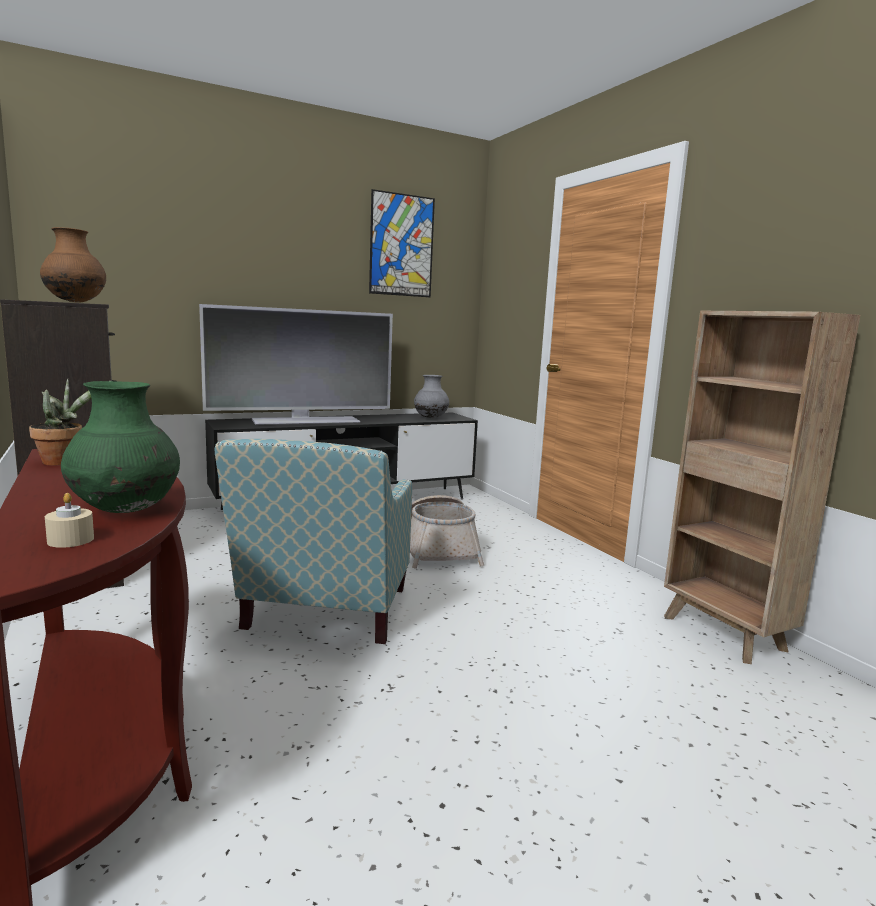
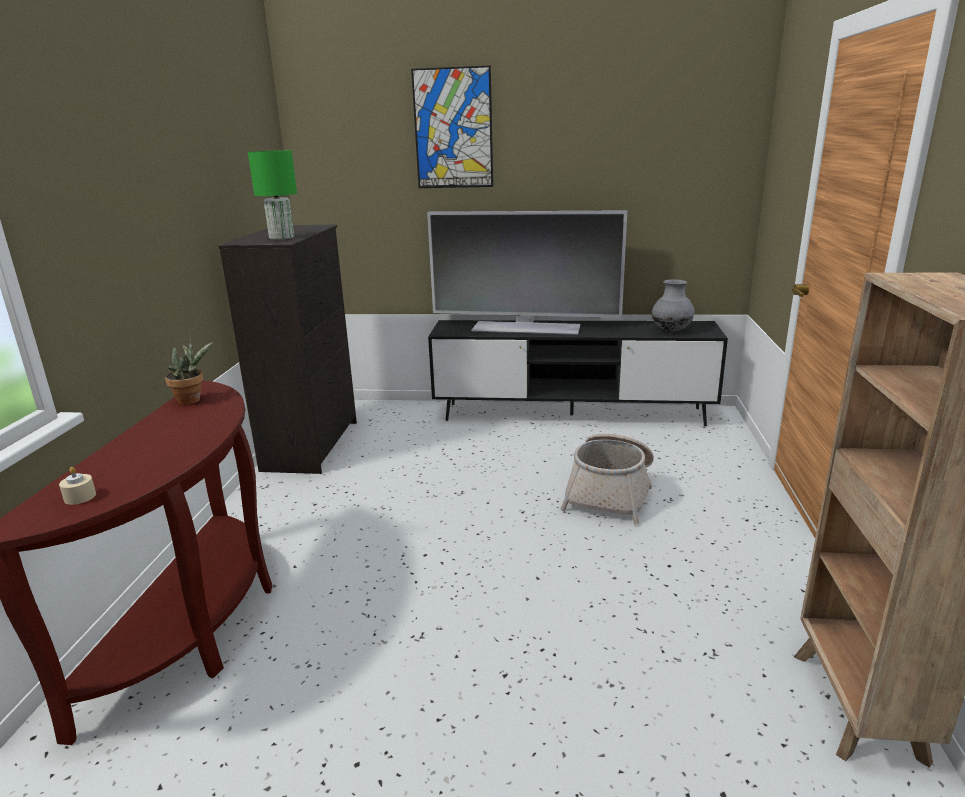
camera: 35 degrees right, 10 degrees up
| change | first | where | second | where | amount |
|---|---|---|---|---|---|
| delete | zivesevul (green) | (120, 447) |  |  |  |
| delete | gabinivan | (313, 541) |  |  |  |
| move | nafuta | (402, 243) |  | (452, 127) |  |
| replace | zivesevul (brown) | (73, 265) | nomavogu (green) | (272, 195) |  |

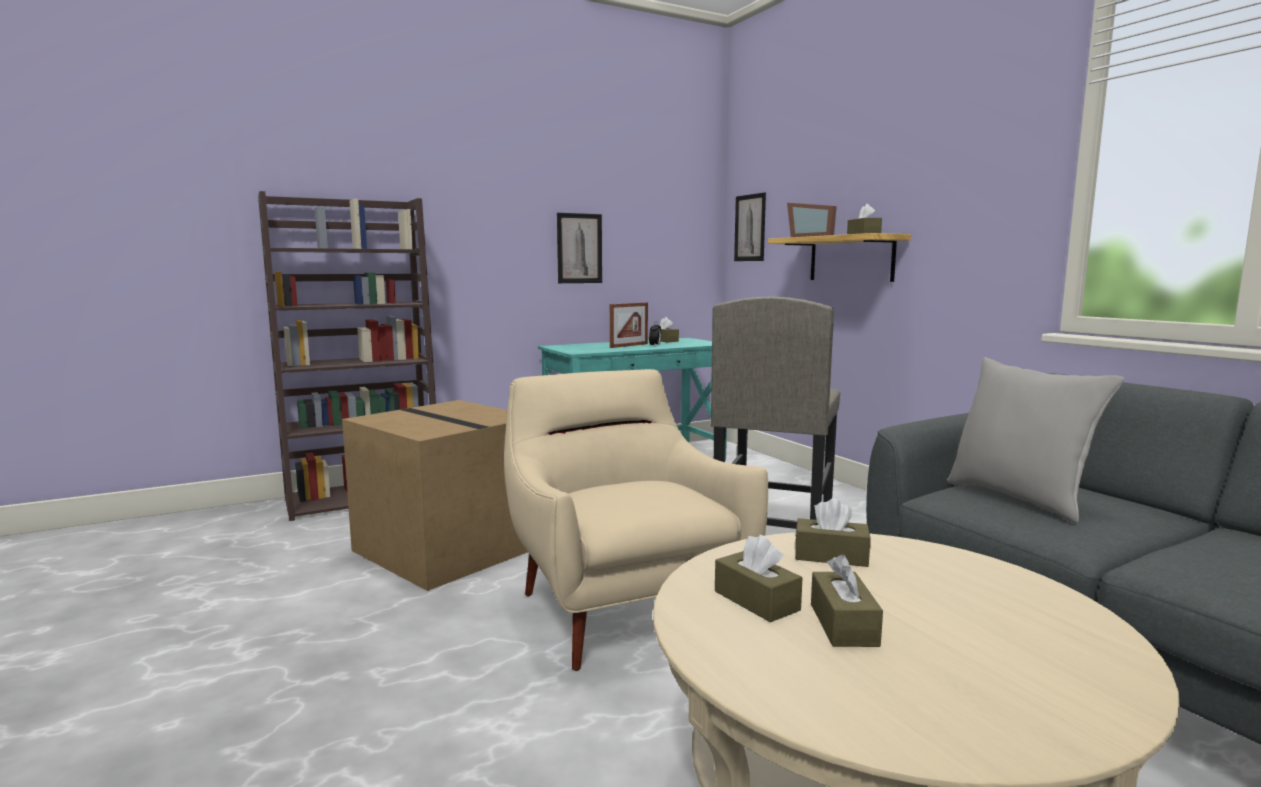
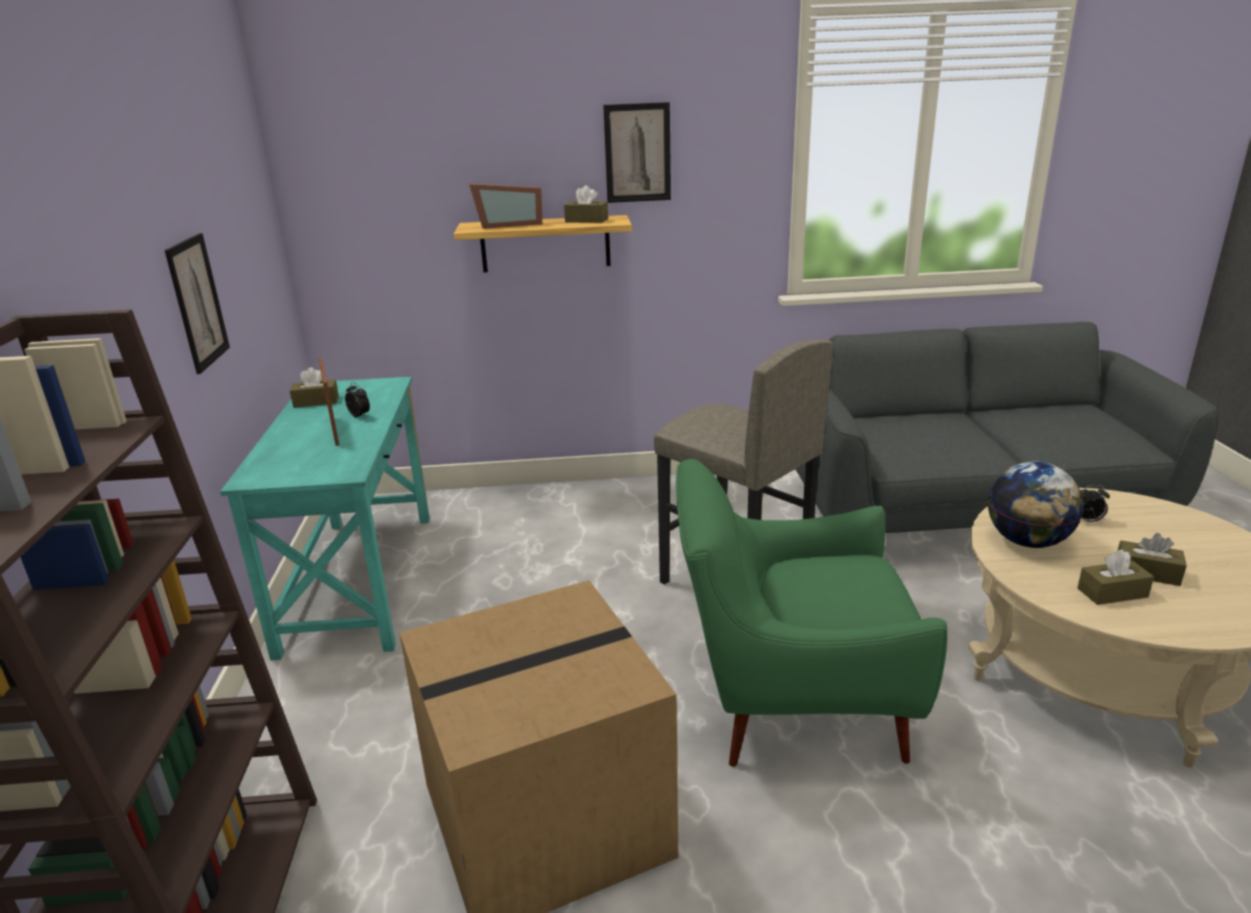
camera: 65 degrees left, 15 degrees up
| change | first | where | second | where | amount |
|---|---|---|---|---|---|
| delete | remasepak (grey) | (1035, 440) |  |  |  |
| insert |  |  | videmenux | (1095, 503) |  |
| move | nafuta | (750, 226) |  | (637, 152) |  |
| replace | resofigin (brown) | (833, 532) | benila | (1035, 505) |  |
| recolor | gabinivan (beige) | (636, 520) | gabinivan (green) | (812, 613) |  |

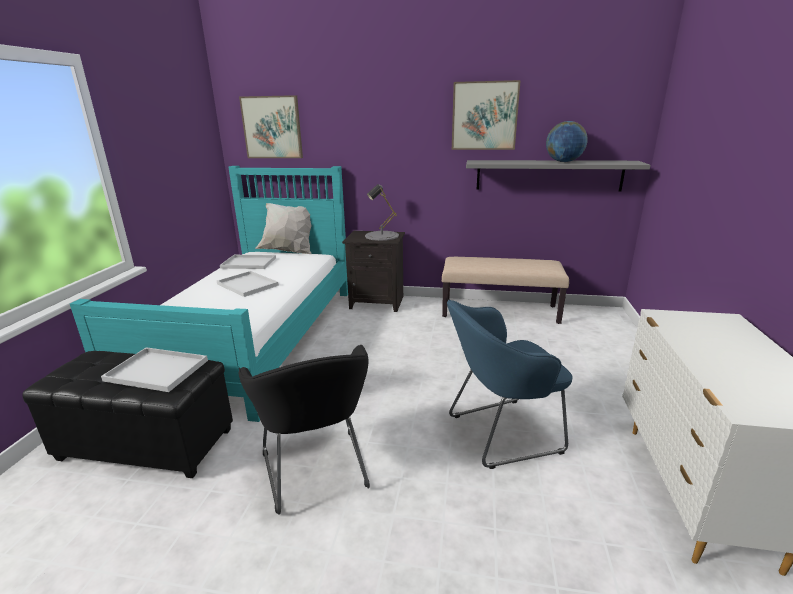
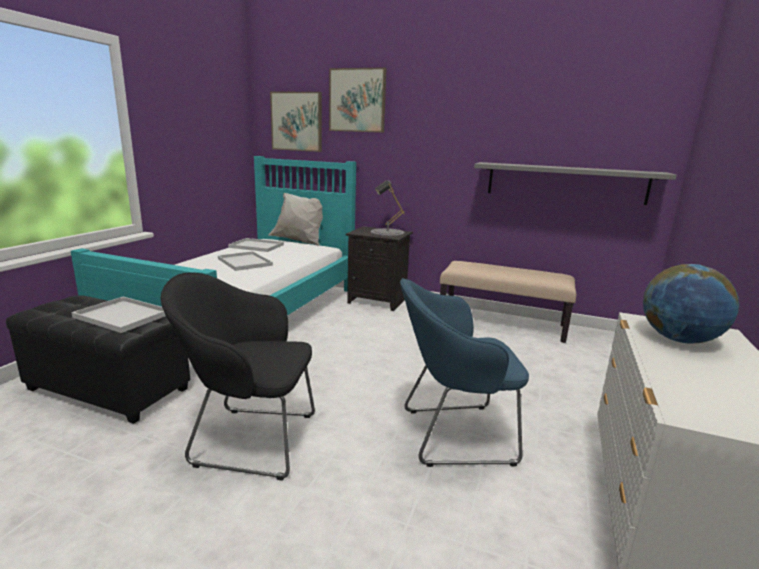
camera: 10 degrees right, 5 degrees down
| change | first | where | second | where | amount |
|---|---|---|---|---|---|
| move | nafuta | (486, 115) |  | (358, 100) |  |
| move | benila | (567, 141) |  | (691, 304) |  |
| rotate | gabinivan (black) | (304, 430) |  | (238, 376) | 105 degrees clockwise |

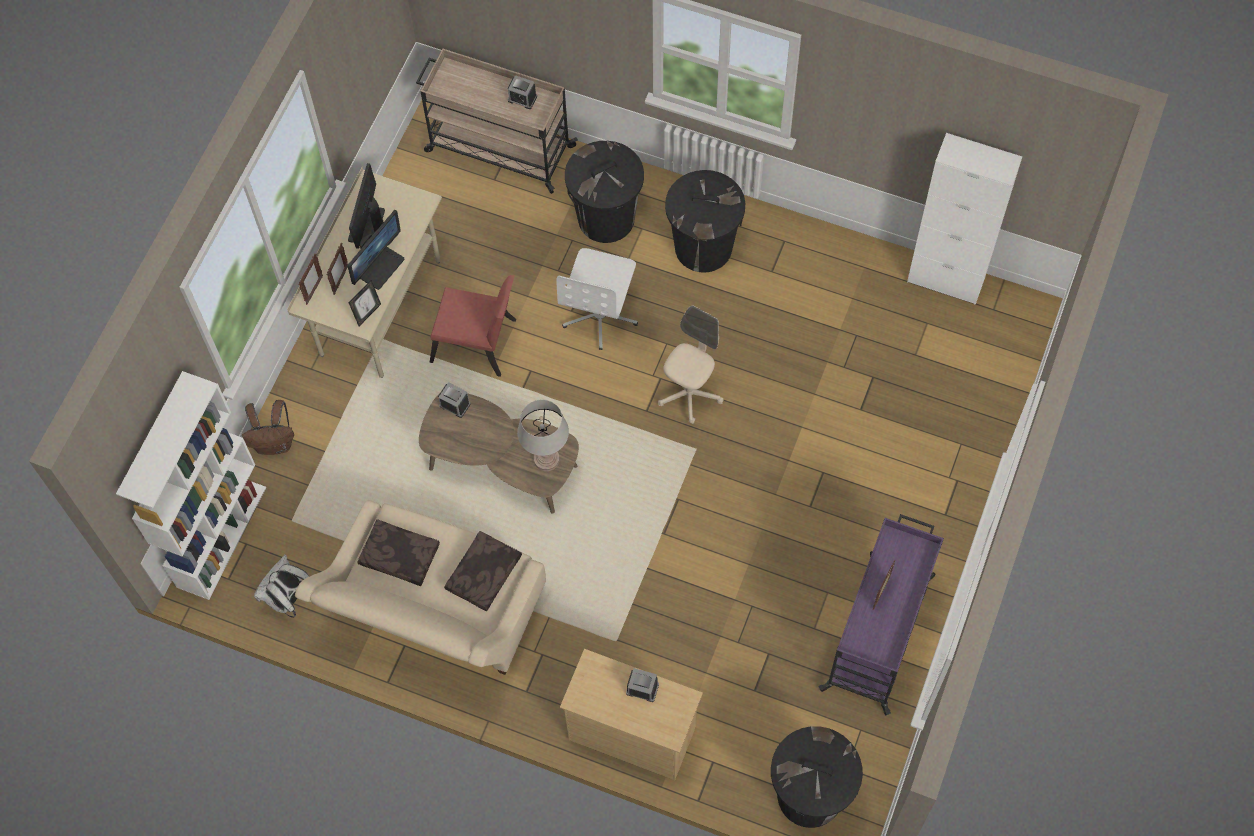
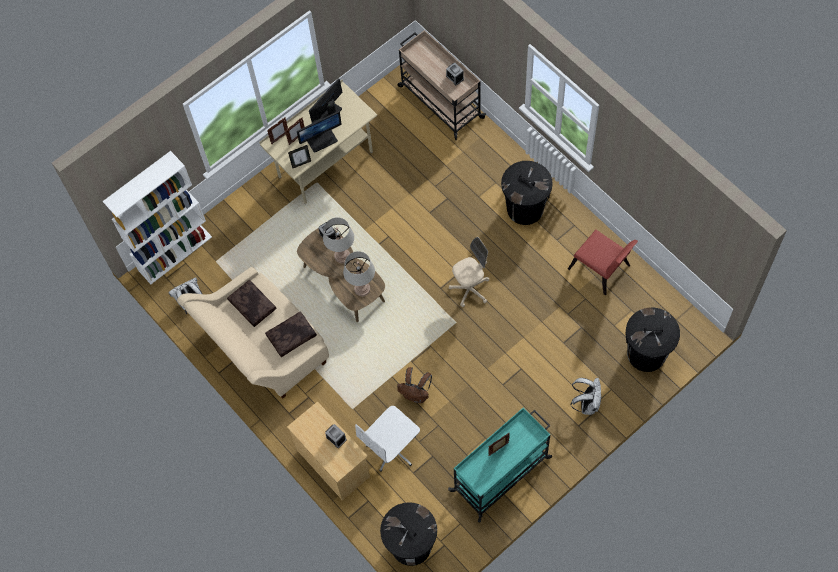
camera: 30 degrees right, 0 degrees up
| change | first | where | second | where | amount |
|---|---|---|---|---|---|
| delete | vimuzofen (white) | (964, 219) |  |  |  |
| insert |  |  | nomavogu (grey) | (338, 240) |  |
| insert |  |  | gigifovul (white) | (586, 396) |  |
| move | gigifovul (brown) | (268, 427) |  | (414, 385) |  |
| move | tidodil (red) | (473, 326) |  | (603, 262) |  |
| move | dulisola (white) | (597, 299) |  | (387, 439) |  |
| move | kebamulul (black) | (604, 192) |  | (652, 339) |  |
| recolor | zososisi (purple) | (881, 614) | zososisi (turquoise) | (500, 465) |  |

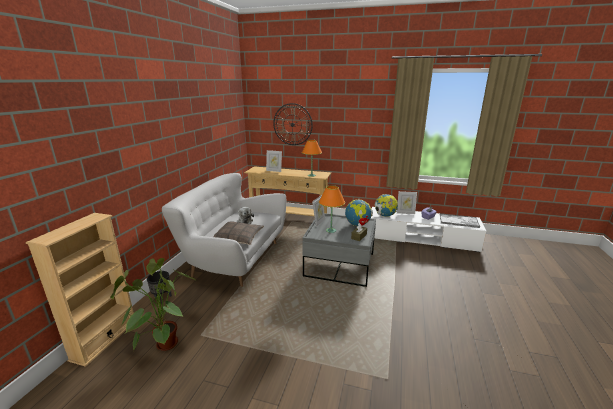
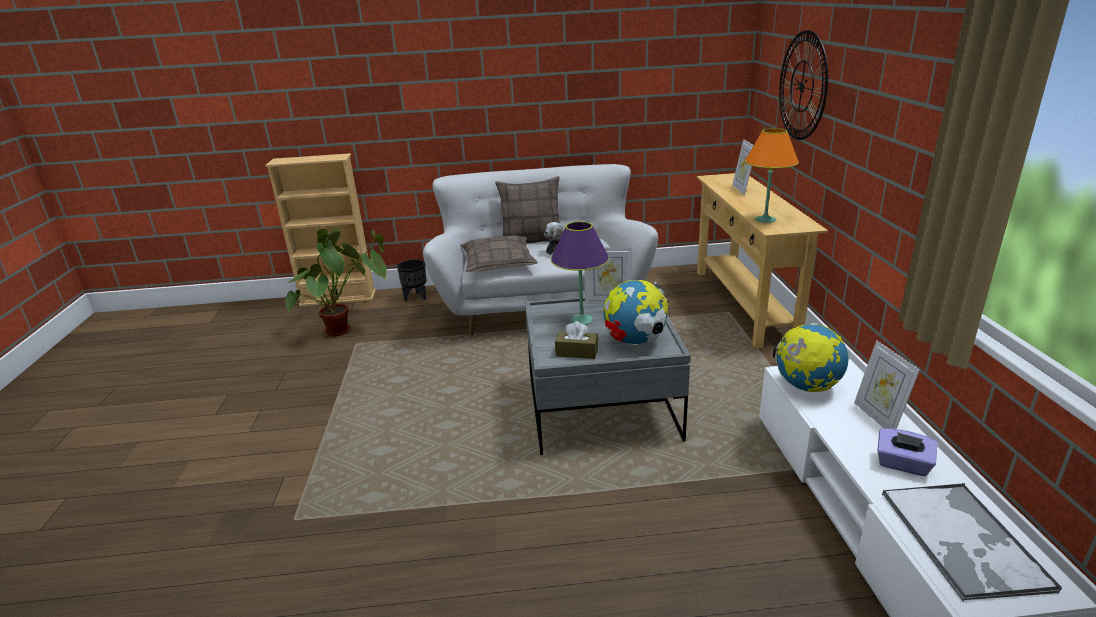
camera: 70 degrees right, 5 degrees up
| change | first | where | second | where | amount |
|---|---|---|---|---|---|
| insert |  |  | remasepak | (527, 209) |  |
| recolor | nomavogu (orange) | (332, 209) | nomavogu (purple) | (580, 273) |  |

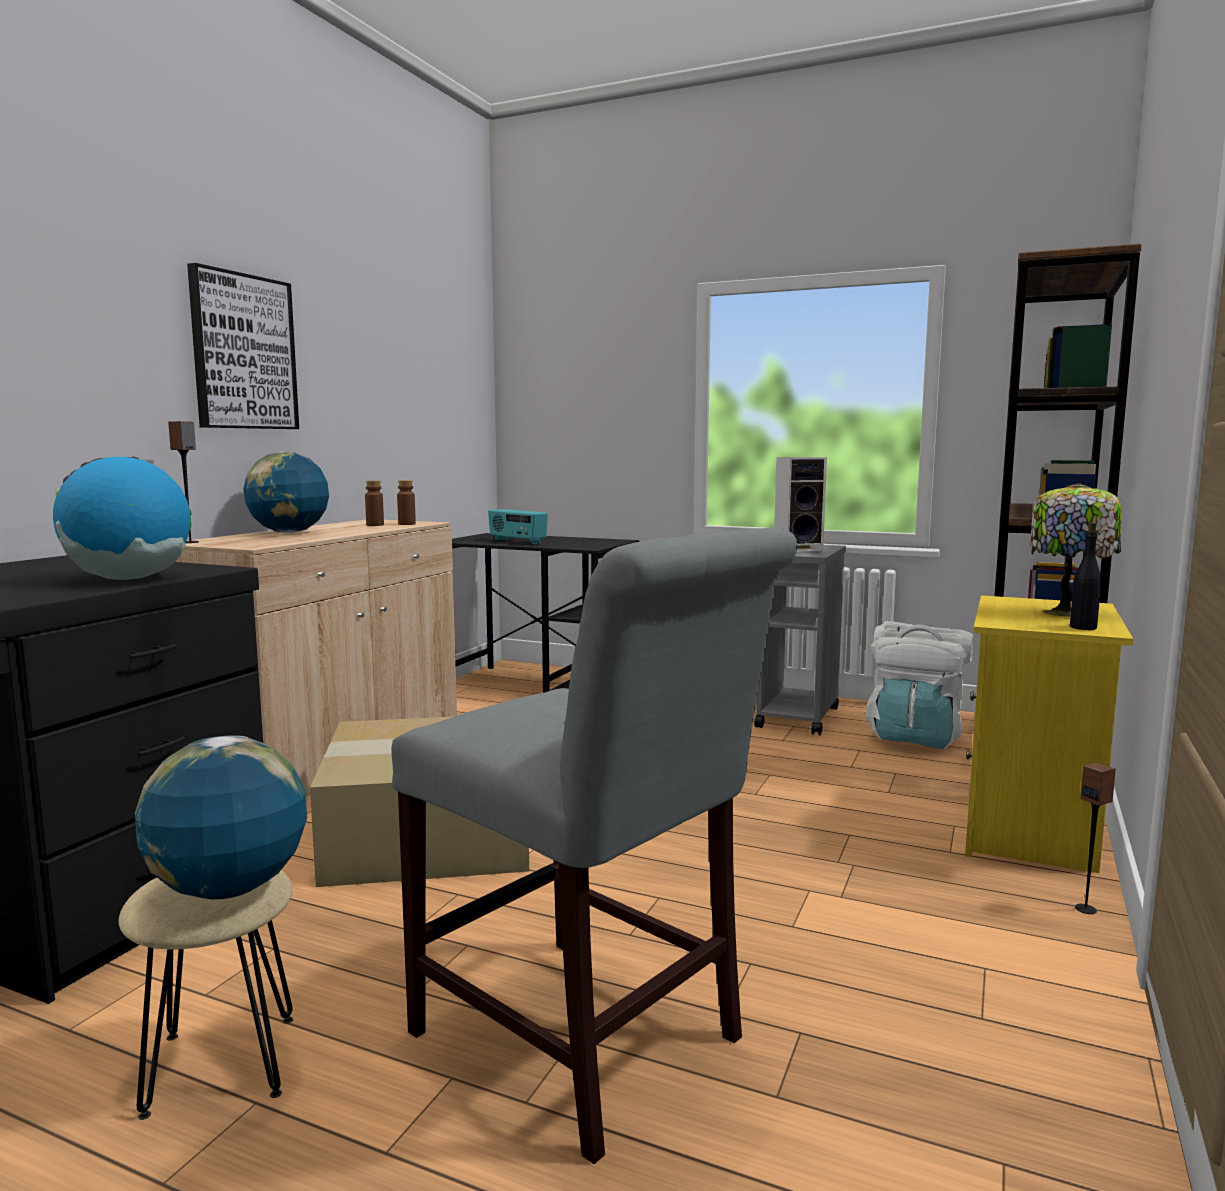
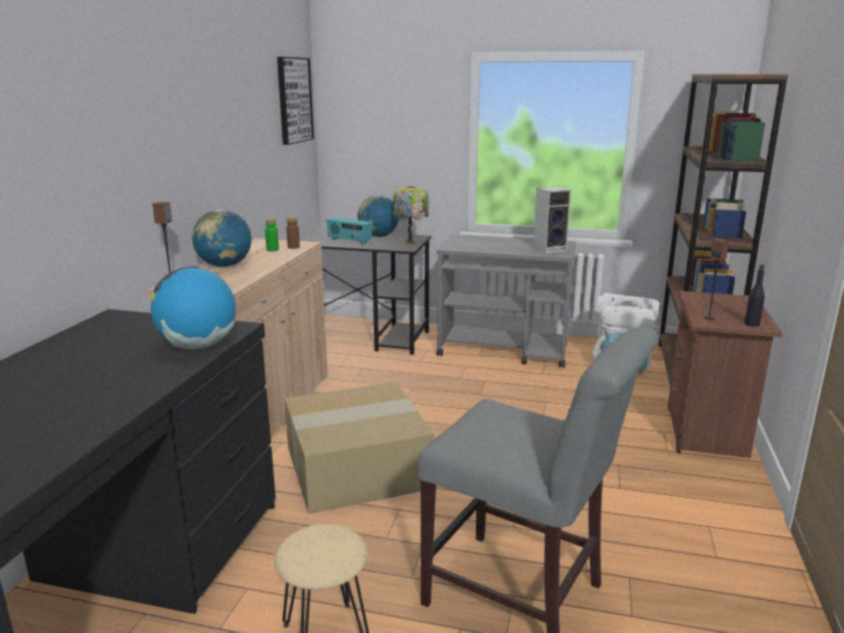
camera: 10 degrees left, 10 degrees up
| change | first | where | second | where | amount |
|---|---|---|---|---|---|
| move | benila | (221, 817) |  | (378, 216) |  |
| move | nafuta | (243, 346) |  | (295, 101) |  |
| move | nomavogu | (1075, 550) |  | (411, 215) |  |
| move | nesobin | (1095, 838) |  | (716, 279) |  |
| recolor | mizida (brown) | (374, 503) | mizida (green) | (272, 234) |  |
| recolor | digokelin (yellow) | (1049, 734) | digokelin (brown) | (725, 374) |  |

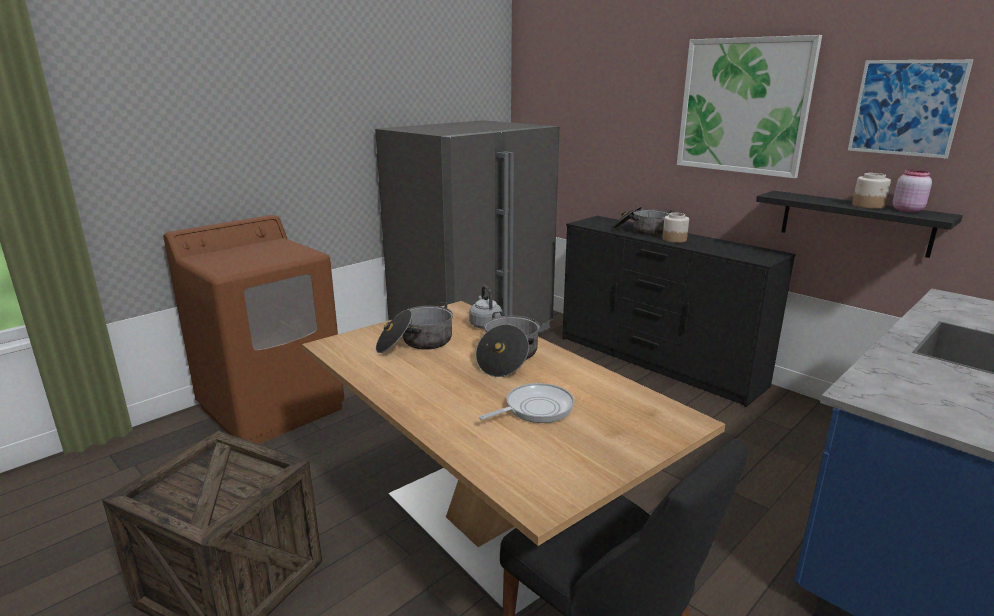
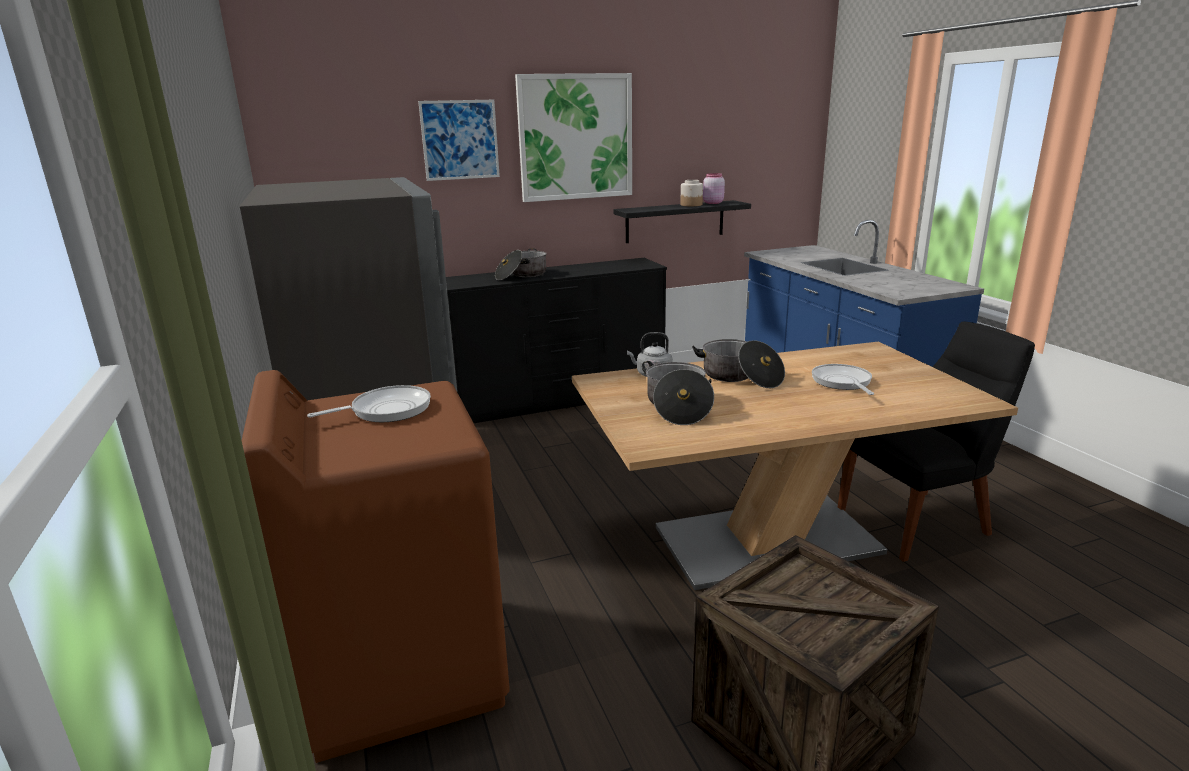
camera: 65 degrees left, 0 degrees up
| change | first | where | second | where | amount |
|---|---|---|---|---|---|
| delete | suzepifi | (675, 228) |  |  |  |
| insert |  |  | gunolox | (369, 403) |  |
| move | nafuta | (911, 109) |  | (459, 140) |  |

